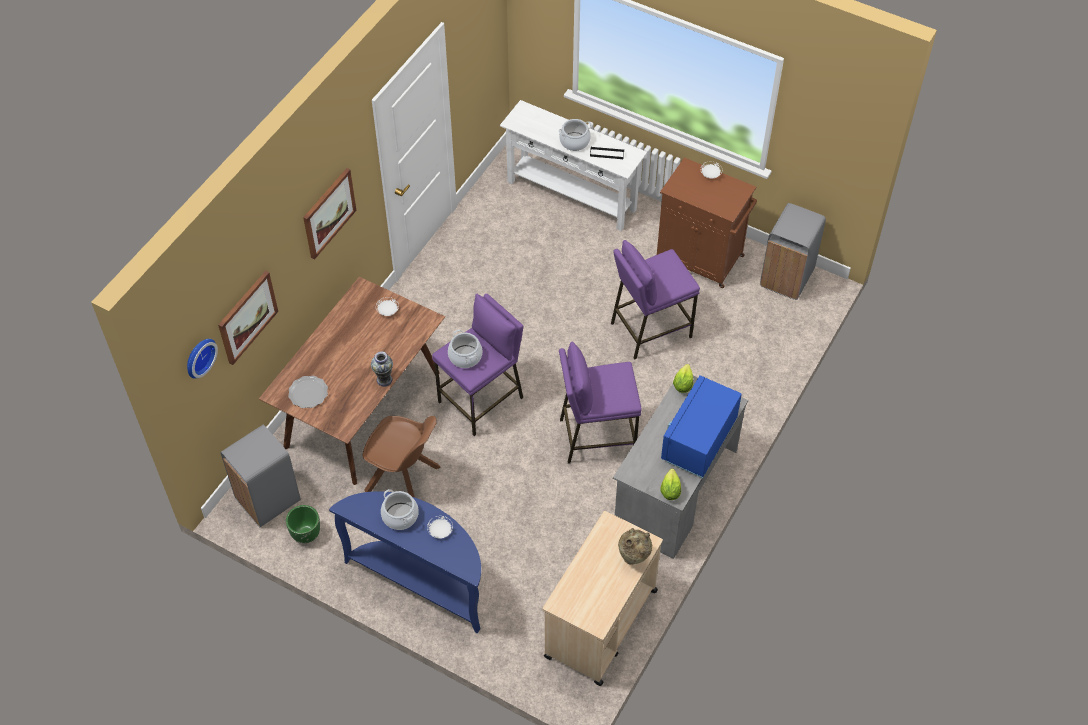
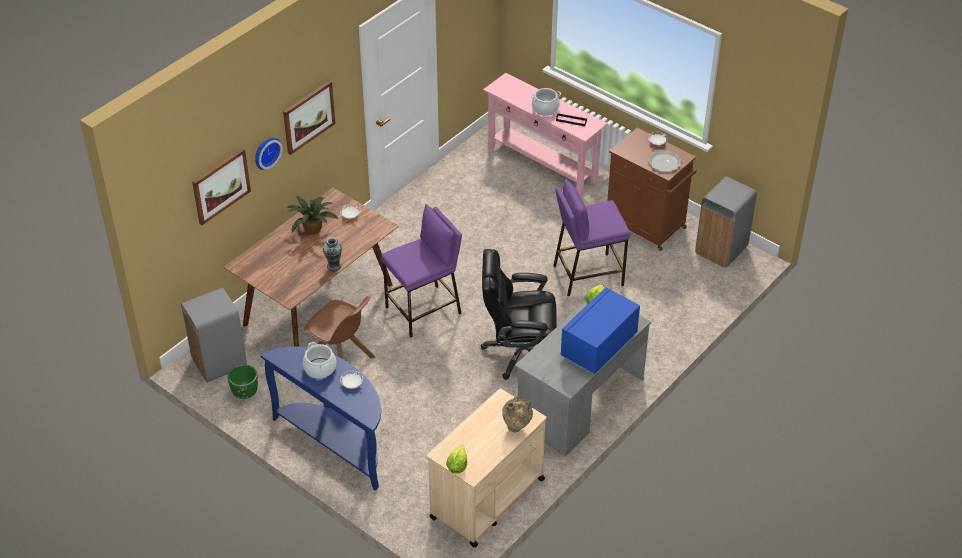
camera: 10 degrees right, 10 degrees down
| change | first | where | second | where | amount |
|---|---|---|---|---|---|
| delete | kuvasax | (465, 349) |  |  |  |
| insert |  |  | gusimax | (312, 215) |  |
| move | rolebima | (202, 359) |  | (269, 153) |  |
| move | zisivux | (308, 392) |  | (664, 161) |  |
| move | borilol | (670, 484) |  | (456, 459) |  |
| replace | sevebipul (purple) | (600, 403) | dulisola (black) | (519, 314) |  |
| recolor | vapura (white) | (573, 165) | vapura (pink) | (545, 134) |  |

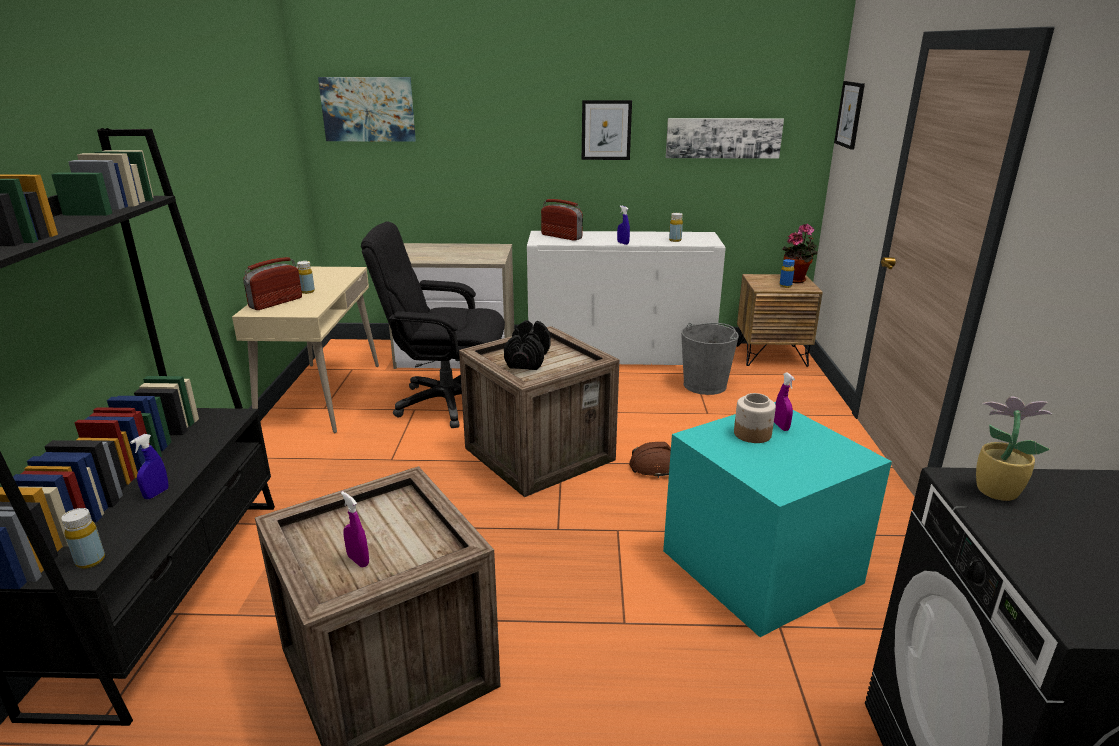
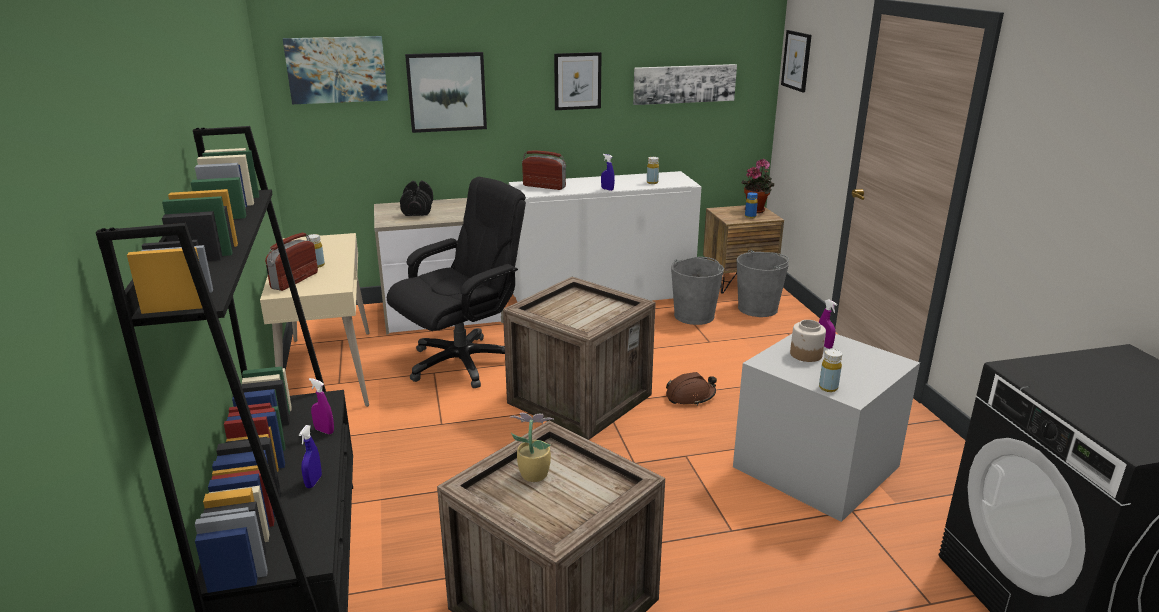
camera: 15 degrees left, 0 degrees up
| change | first | where | second | where | amount |
|---|---|---|---|---|---|
| insert |  |  | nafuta | (446, 92) |  |
| insert |  |  | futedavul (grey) | (763, 283) |  |
| move | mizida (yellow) | (83, 538) |  | (830, 370) |  |
| move | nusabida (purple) | (355, 529) |  | (321, 406) |  |
| move | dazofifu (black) | (527, 345) |  | (416, 198) |  |
| move | gusimax | (1014, 449) |  | (532, 447) |  |
| recolor | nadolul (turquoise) | (777, 519) | nadolul (grey) | (826, 428) |  |
| rotate | dulisola (black) | (433, 324) |  | (456, 282) | 150 degrees clockwise |

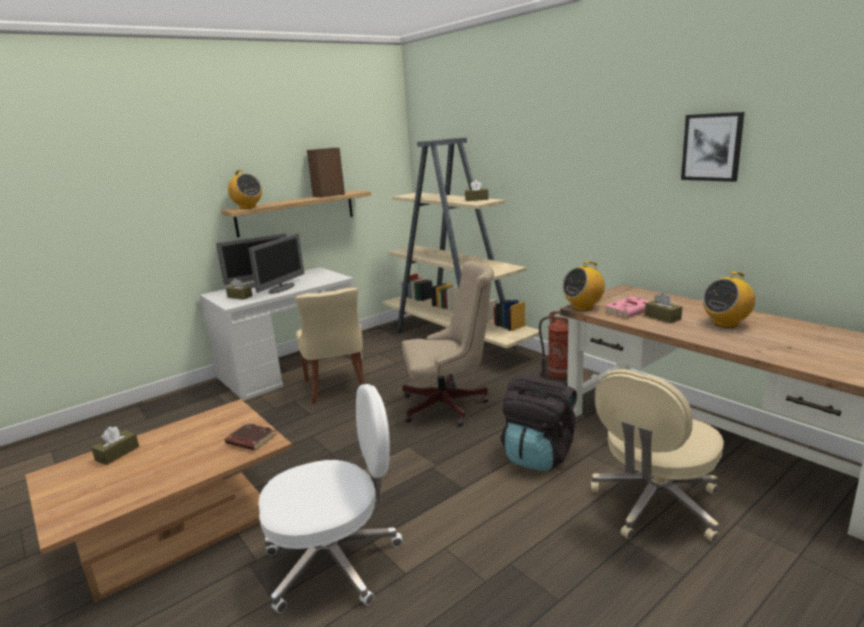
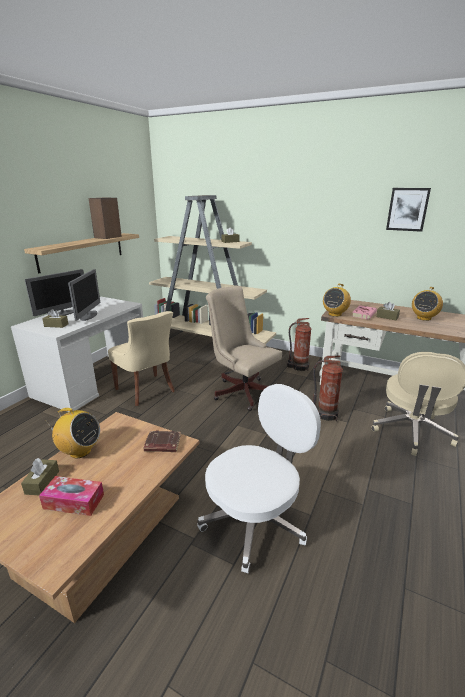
camera: 25 degrees left, 5 degrees up
| change | first | where | second | where | amount |
|---|---|---|---|---|---|
| insert |  |  | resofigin | (71, 496) |  |
| move | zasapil | (244, 189) |  | (73, 433) |  |
| replace | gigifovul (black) | (539, 422) | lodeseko | (328, 388) |  |
| rotate | dulisola (beige) | (448, 343) |  | (244, 348) | 105 degrees counterclockwise |

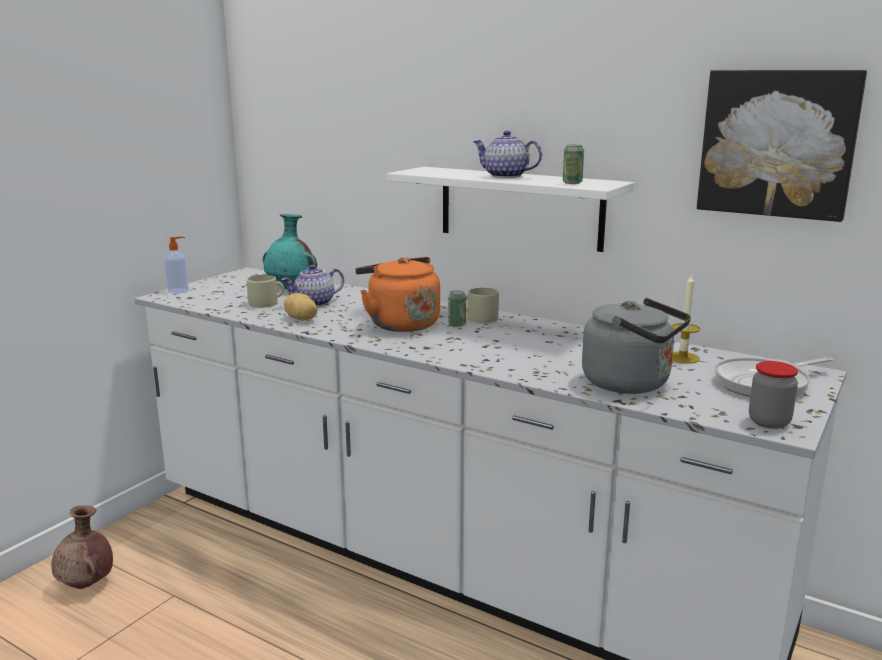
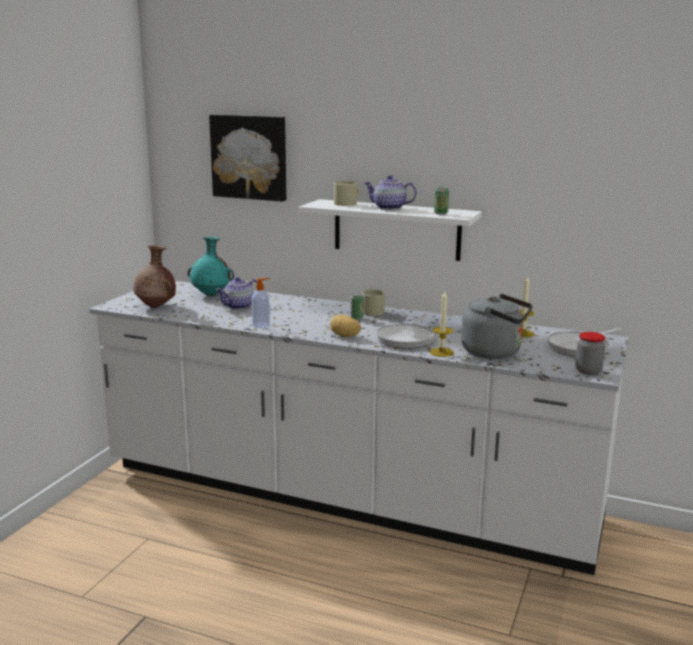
camera: 10 degrees left, 0 degrees up
| change | first | where | second | where | amount |
|---|---|---|---|---|---|
| delete | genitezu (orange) | (397, 294) |  |  |  |
| insert |  |  | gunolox | (405, 331) |  |
| insert |  |  | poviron | (442, 324) |  |
| move | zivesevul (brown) | (82, 547) |  | (154, 276) |  |
| move | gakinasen | (176, 265) |  | (261, 303) |  |
| move | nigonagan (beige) | (265, 291) |  | (347, 193) |  |
| move | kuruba | (300, 307) |  | (345, 326) |  |
| move | nafuta | (782, 146) |  | (247, 158) |  |

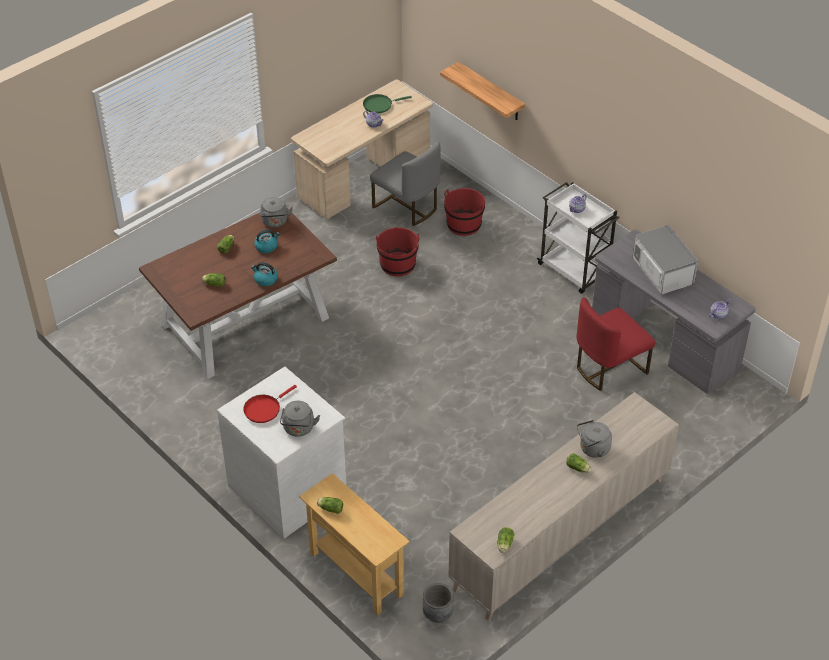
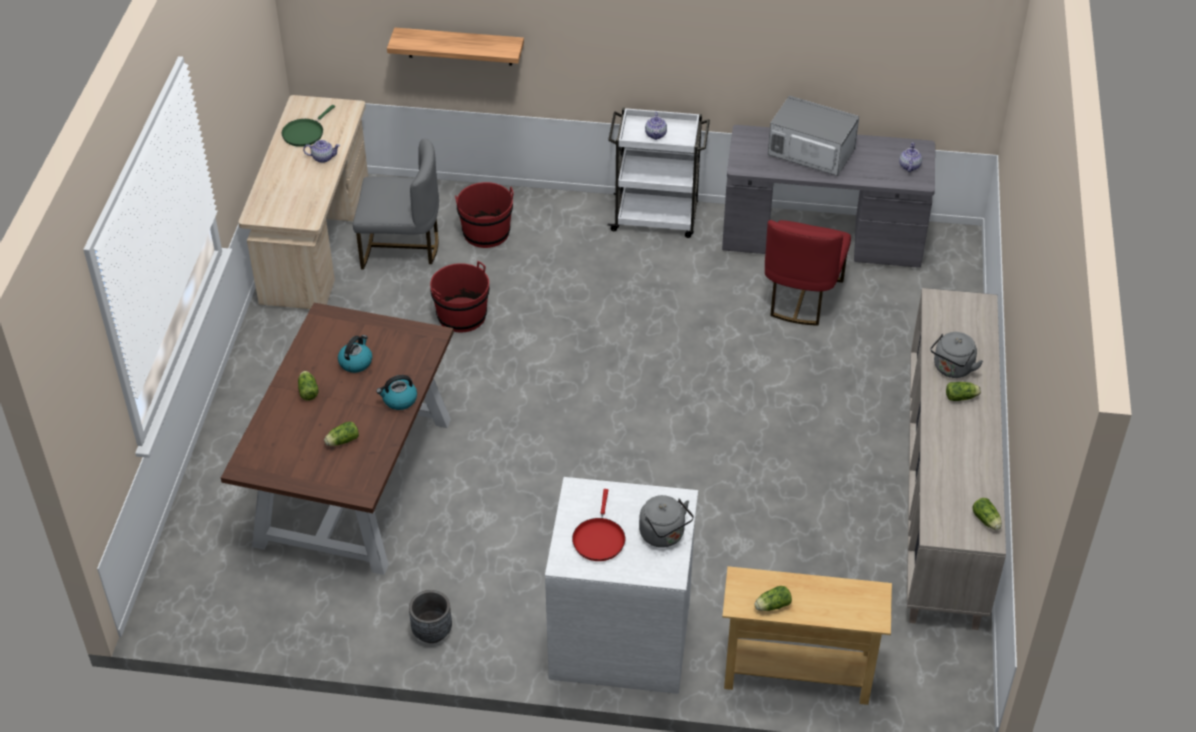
camera: 40 degrees left, 0 degrees up
| change | first | where | second | where | amount |
|---|---|---|---|---|---|
| delete | genitezu (grey) | (276, 212) |  |  |  |
| move | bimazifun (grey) | (438, 603) |  | (430, 616) |  |

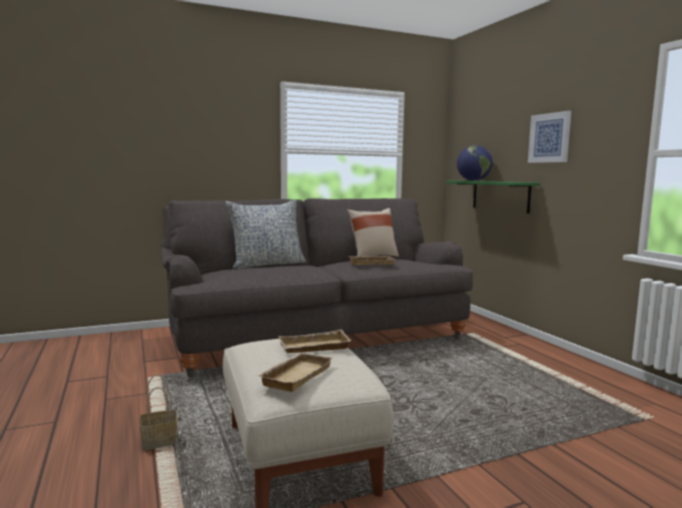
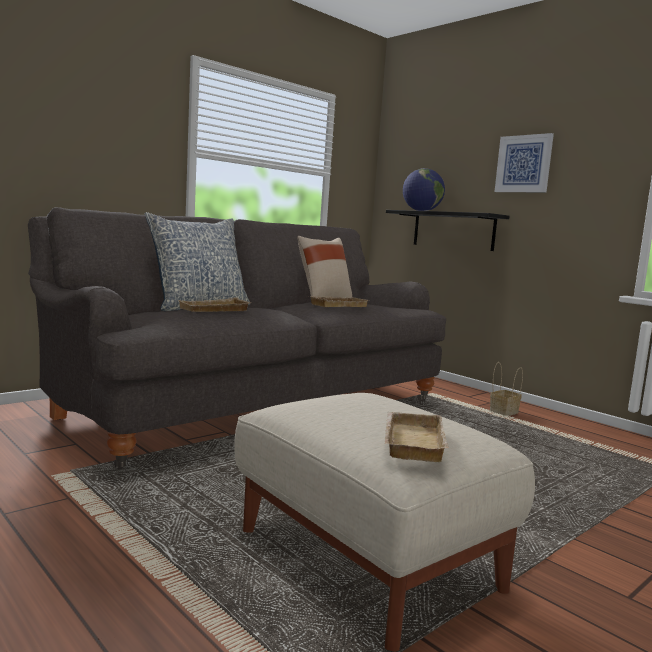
camera: 20 degrees left, 0 degrees up
| change | first | where | second | where | amount |
|---|---|---|---|---|---|
| move | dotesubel | (158, 412) |  | (506, 389) |  |
| move | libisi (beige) | (314, 341) |  | (215, 304) |  |
| recolor | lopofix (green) | (493, 197) | lopofix (black) | (448, 230) |  |

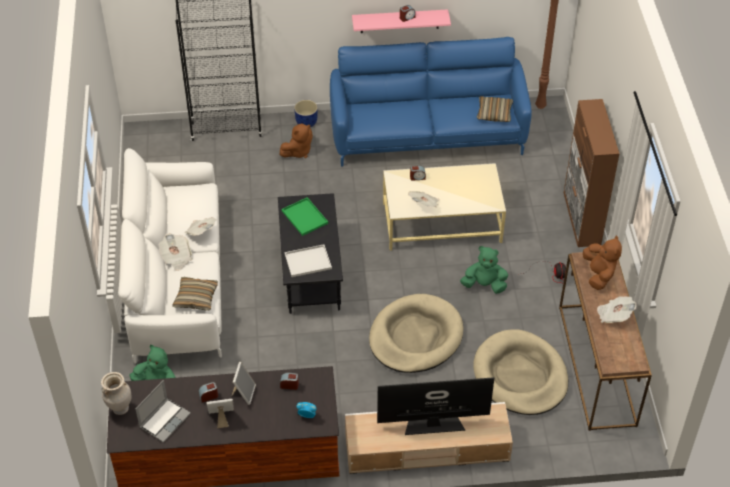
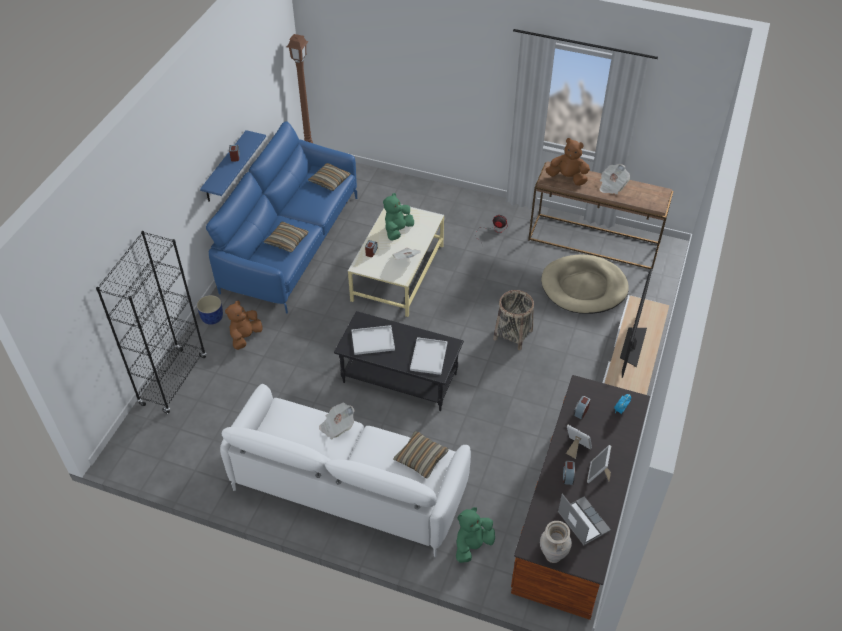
camera: 65 degrees left, 0 degrees up
| change | first | where | second | where | amount |
|---|---|---|---|---|---|
| delete | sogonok | (176, 252) |  |  |  |
| delete | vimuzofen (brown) | (592, 173) |  |  |  |
| insert |  |  | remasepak | (286, 237) |  |
| move | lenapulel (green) | (484, 270) |  | (398, 217) |  |
| replace | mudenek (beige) | (416, 333) | dotesubel | (513, 320) |  |
| recolor | libisi (green) | (305, 216) | libisi (white) | (373, 340) |  |
| recolor | lopofix (pink) | (401, 21) | lopofix (blue) | (233, 166) |  |
| rotate | lenapulel (brown) | (296, 140) |  | (243, 325) | 135 degrees counterclockwise |

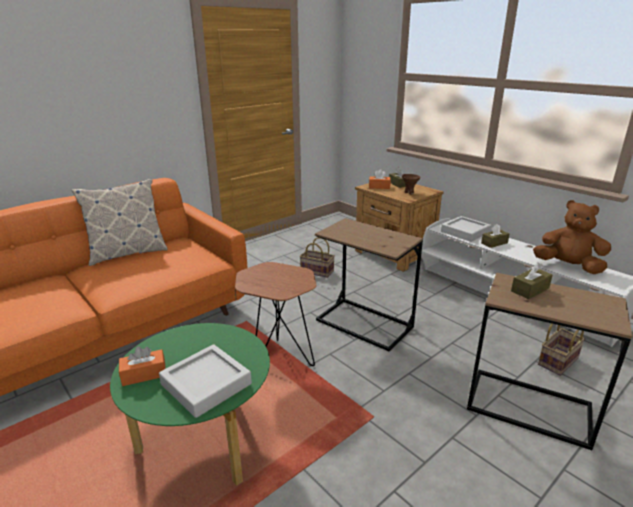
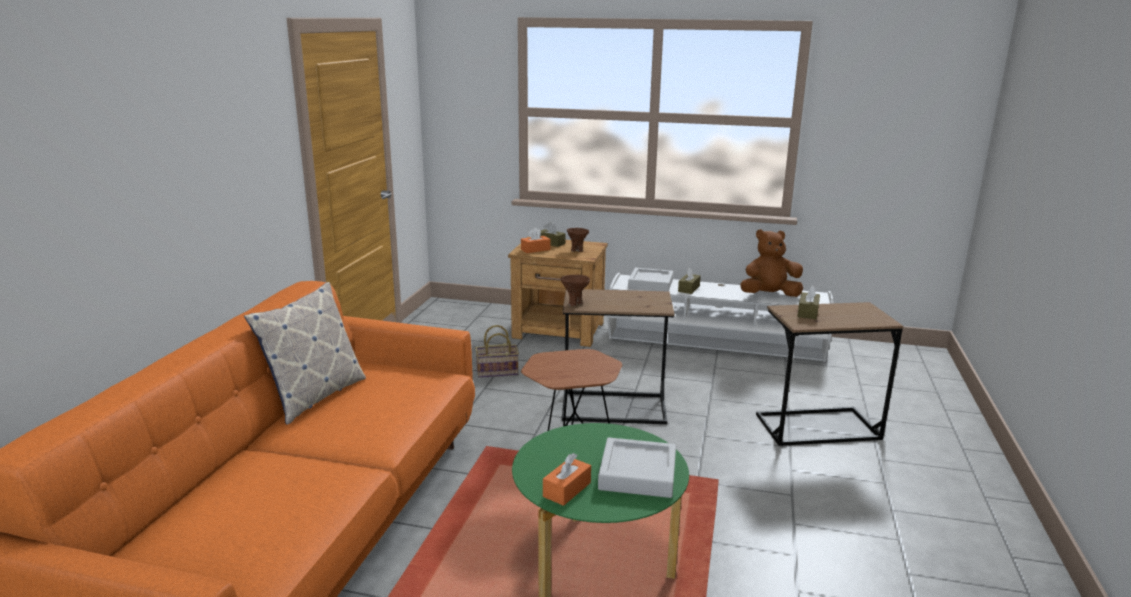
camera: 35 degrees left, 5 degrees down
| change | first | where | second | where | amount |
|---|---|---|---|---|---|
| delete | dotesubel | (561, 349) |  |  |  |
| insert |  |  | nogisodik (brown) | (575, 290) |  |

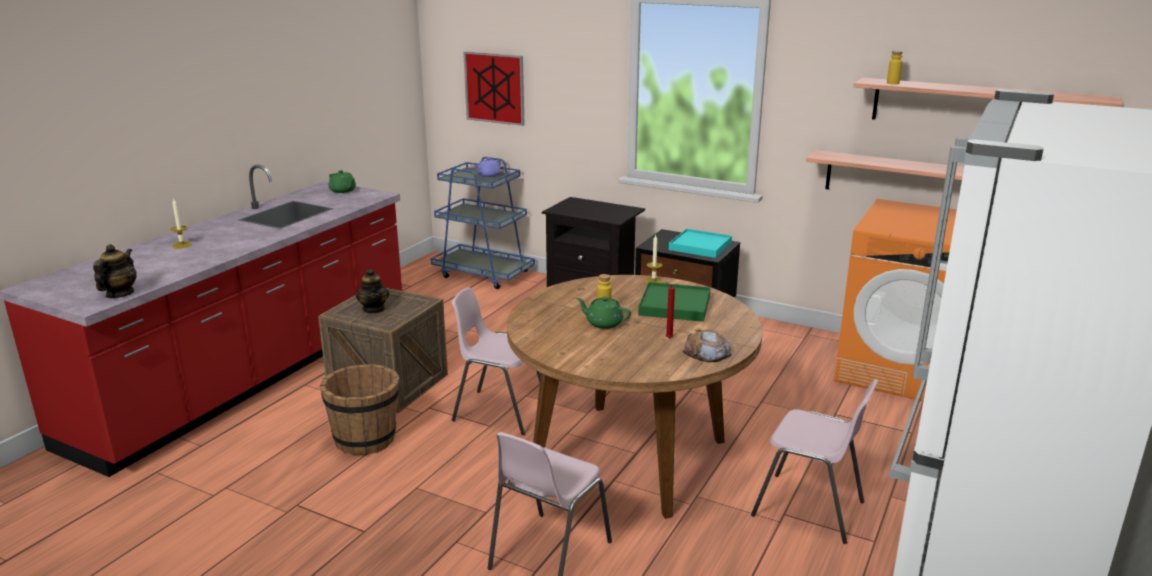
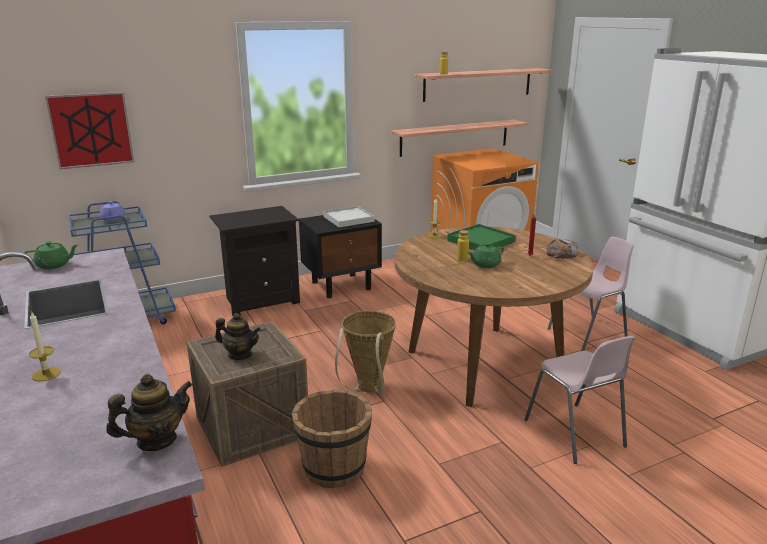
camera: 55 degrees left, 0 degrees up
| change | first | where | second | where | amount |
|---|---|---|---|---|---|
| replace | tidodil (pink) | (496, 361) | dotesubel | (365, 351) |  |
| recolor | libisi (turquoise) | (700, 243) | libisi (white) | (348, 216) |  |
| rotate | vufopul | (115, 271) |  | (149, 412) | 105 degrees clockwise |

